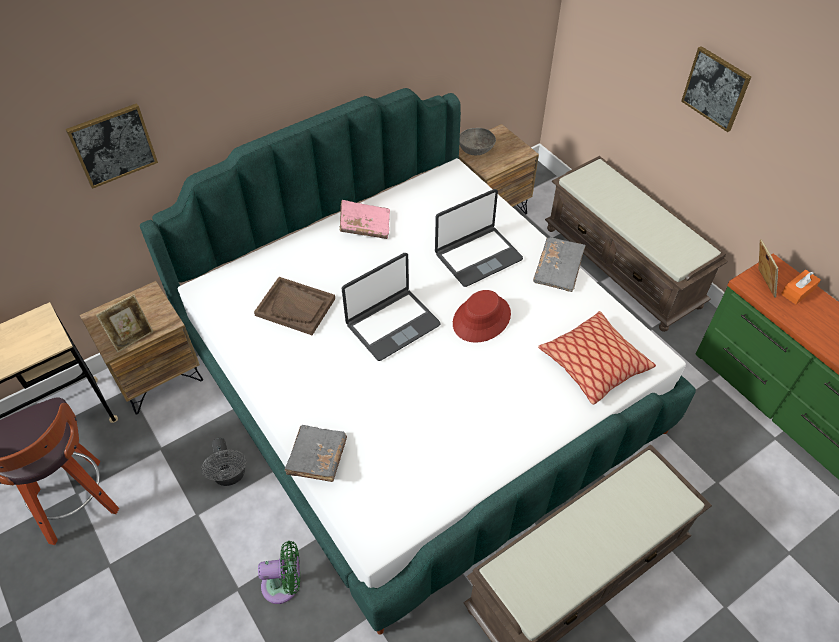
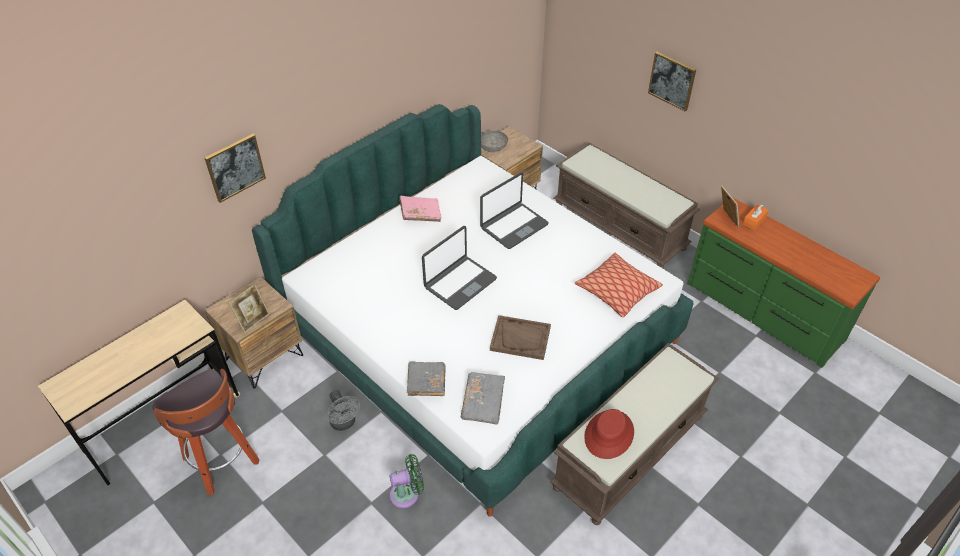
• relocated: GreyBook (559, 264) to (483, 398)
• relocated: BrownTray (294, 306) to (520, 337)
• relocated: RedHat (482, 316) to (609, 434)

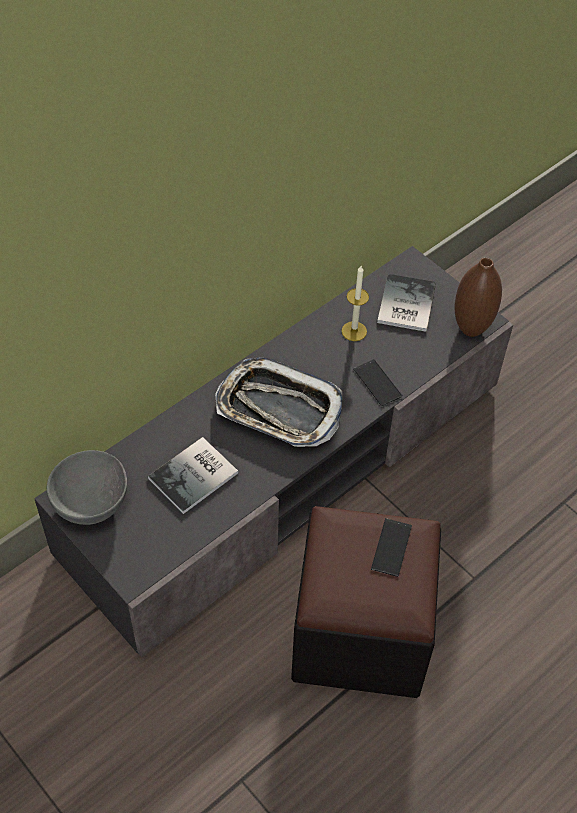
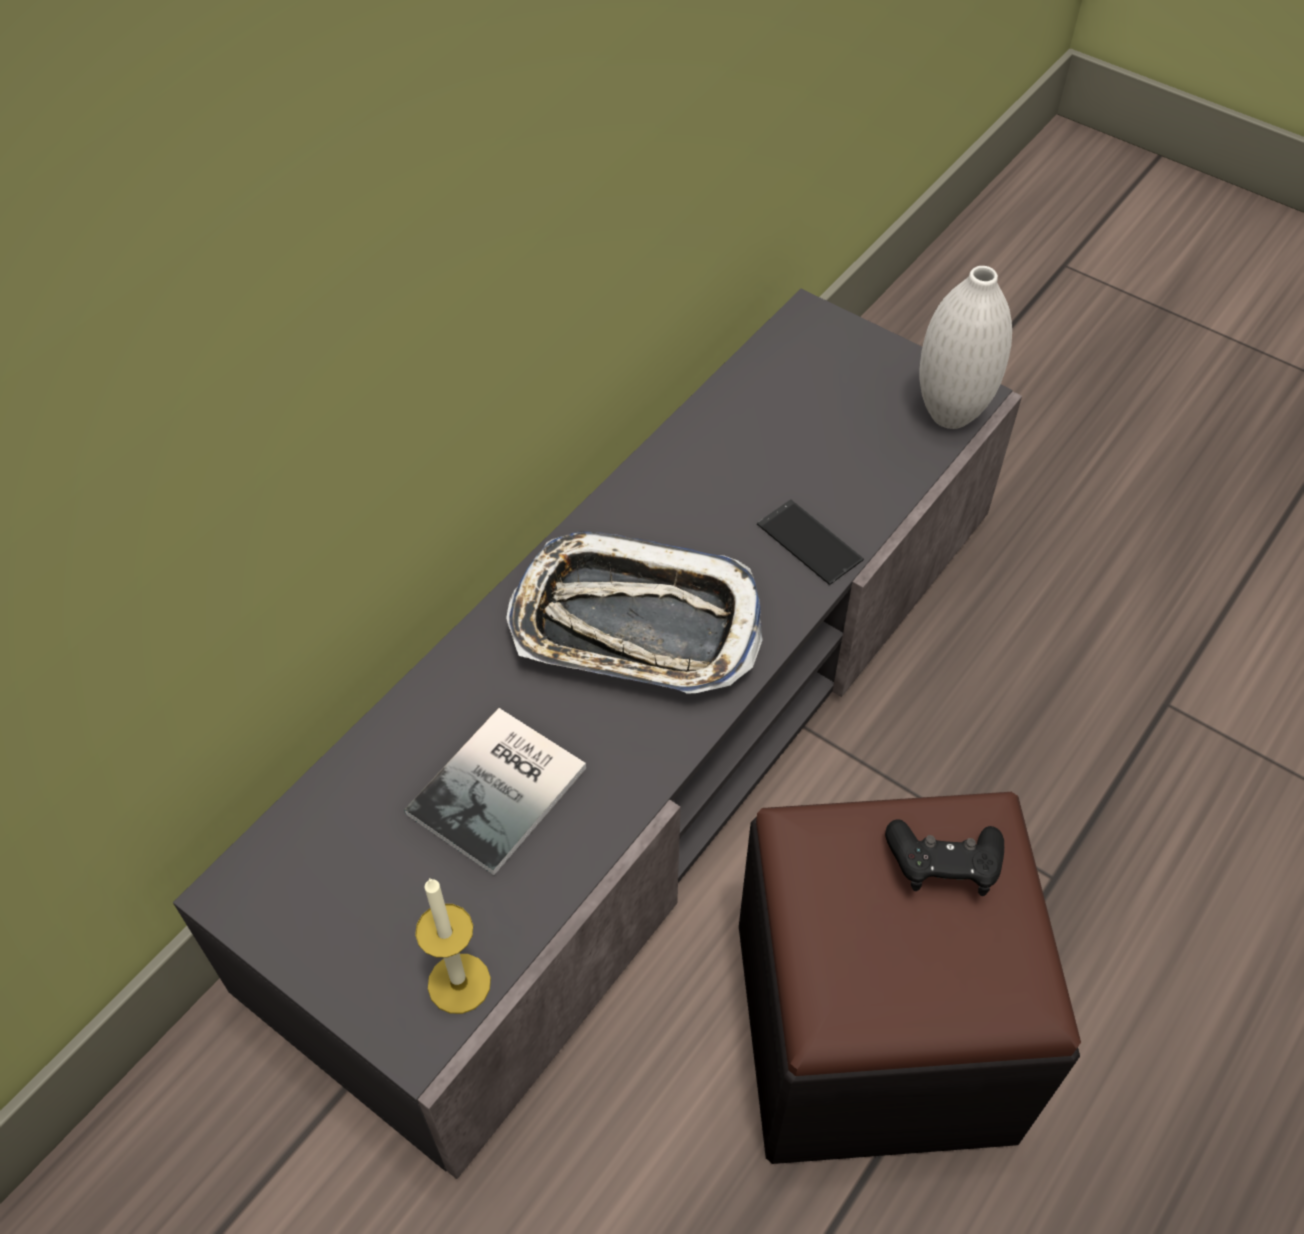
• colour: BrownVase (478, 297) to WhiteVase (966, 347)
• relocated: Candle (355, 303) to (453, 946)
• missing: Book (406, 303)
• missing: GreyBowl (87, 487)
• exchanged: Phone (391, 547) to BlackGameController (944, 857)

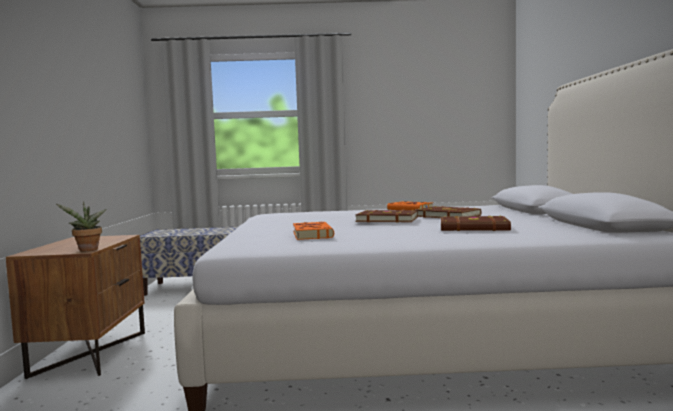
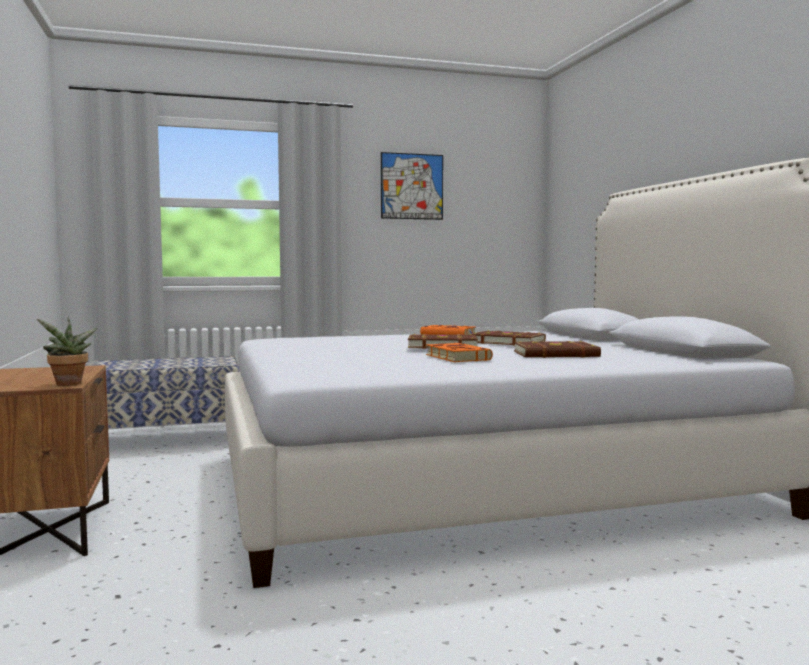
• relocated: OrangeBook (313, 231) to (459, 352)
• appeared: Picture (412, 186)

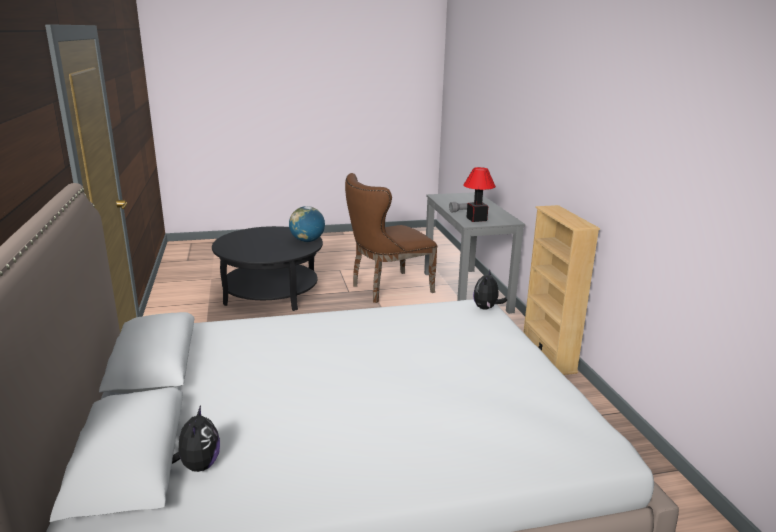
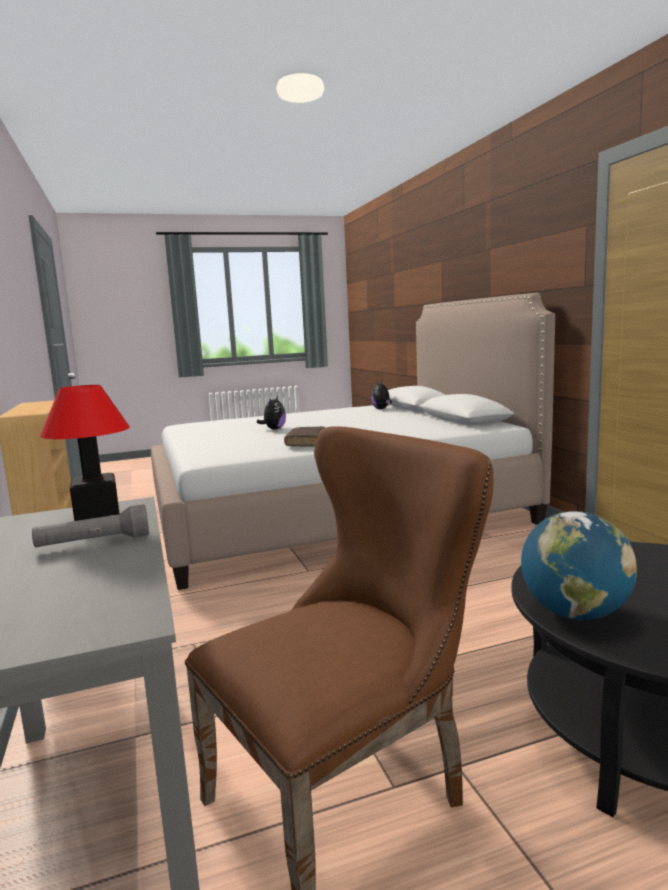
• relocated: PlushToy (490, 289) to (271, 412)
• appeared: BrownBook (304, 436)

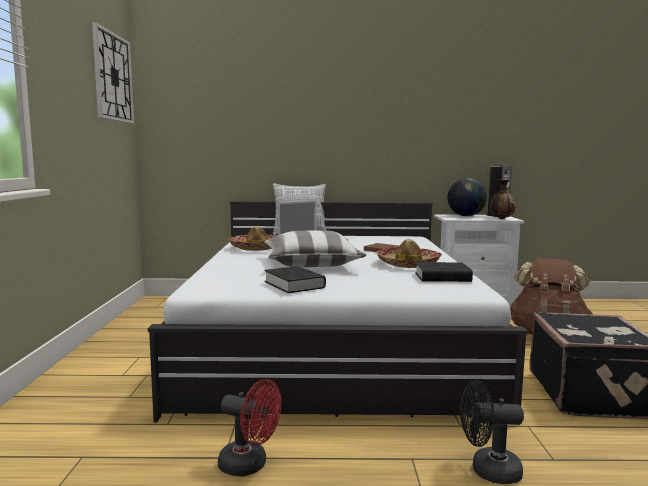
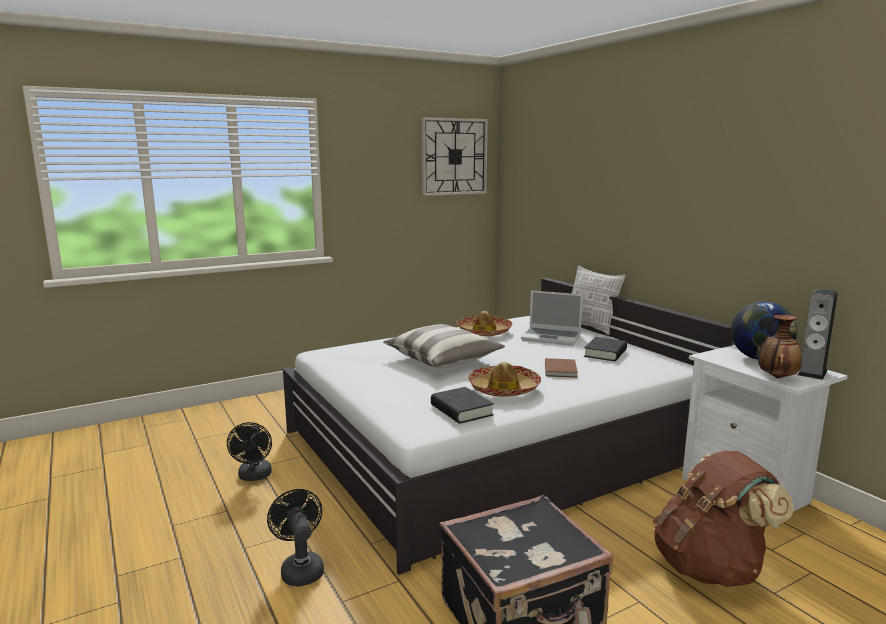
• relocated: BlackBook (295, 279) to (605, 349)
• colour: RedFan (249, 427) to BlackFan (249, 451)

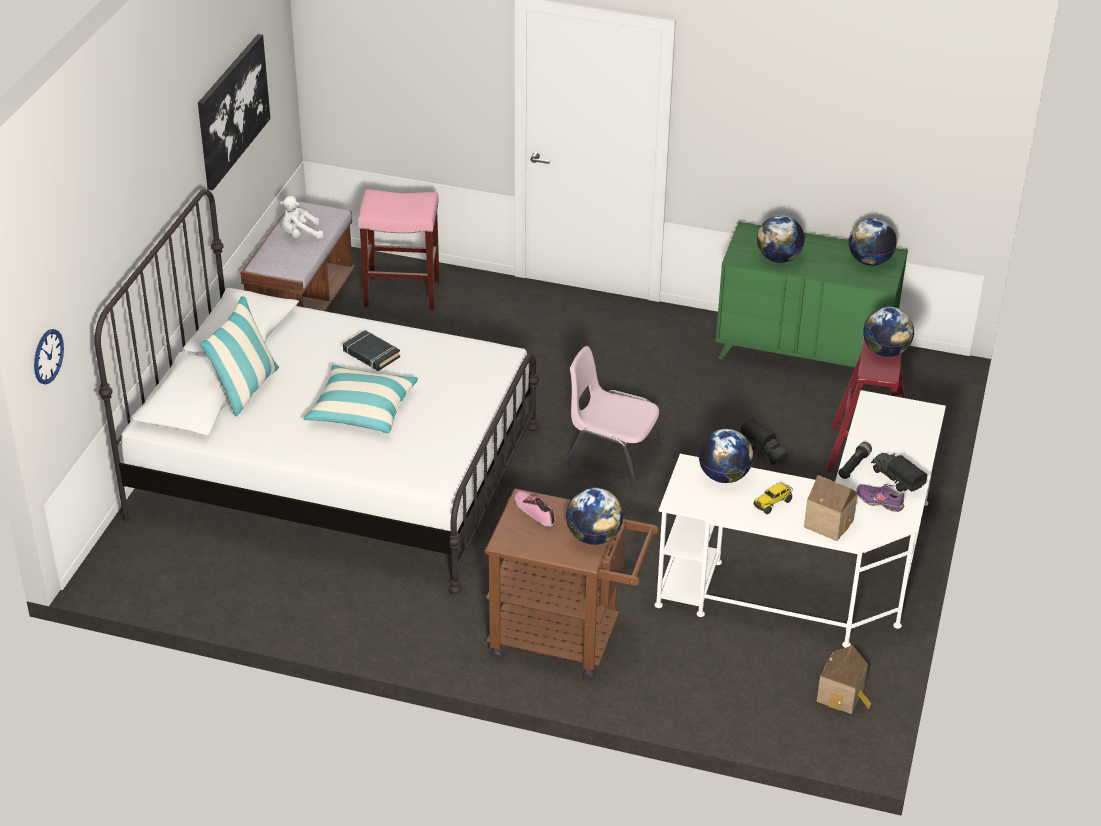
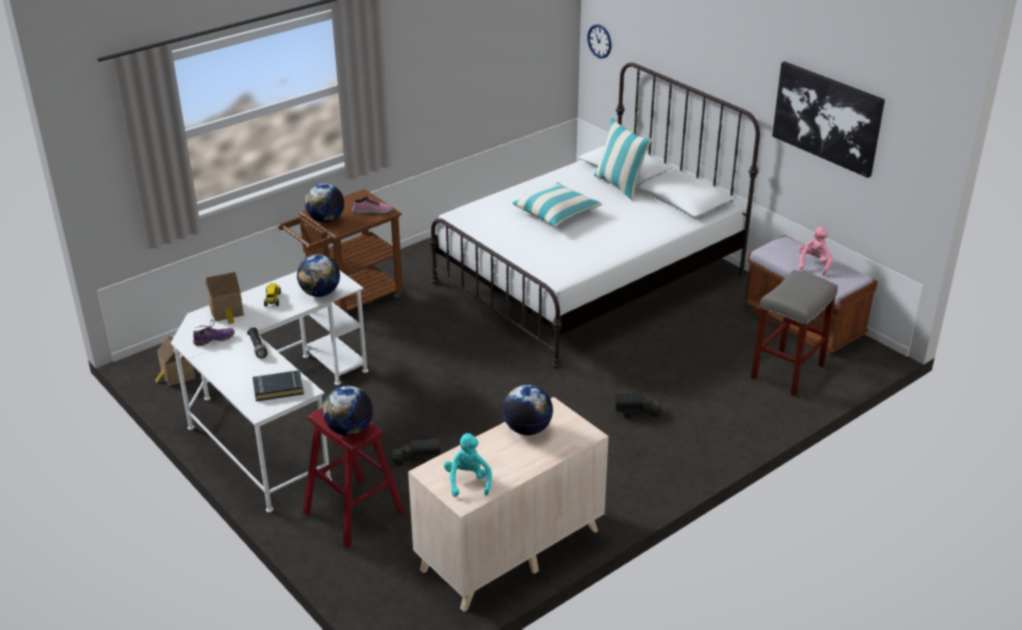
• colour: PinkStool (398, 249) to GreyStool (794, 333)
• colour: WhitePlushToy (301, 217) to PinkPlushToy (815, 251)
• exchanged: Globe (873, 242) to TurquoisePlushToy (468, 465)
• colour: GreenDresser (812, 305) to BeigeDresser (508, 504)
• relocated: BlackBook (371, 350) to (278, 385)
• missing: PinkChair (614, 415)
• relocated: ToyTruck (899, 472) to (637, 406)

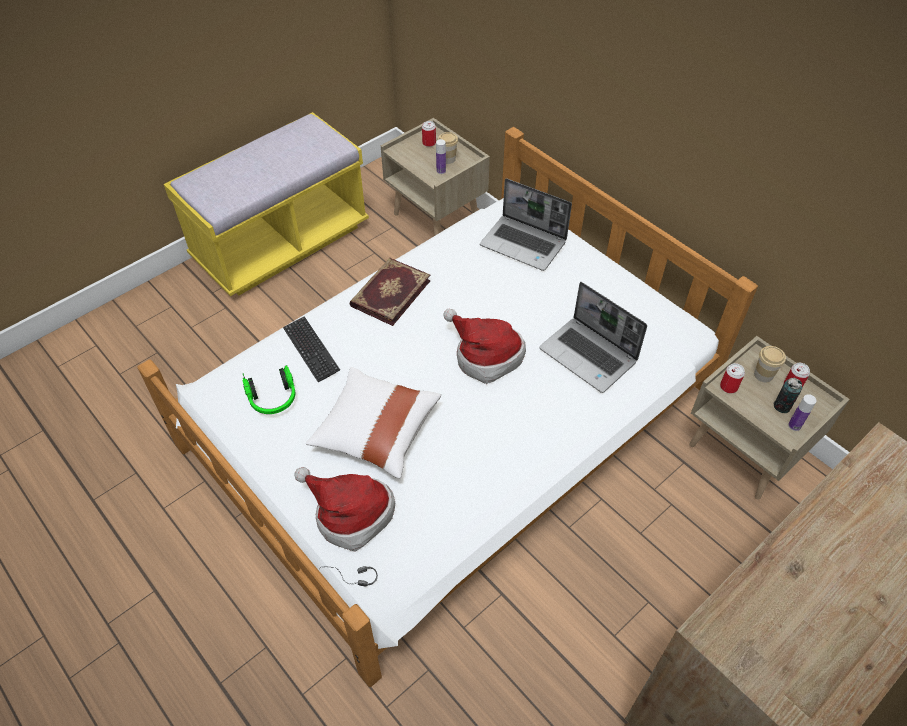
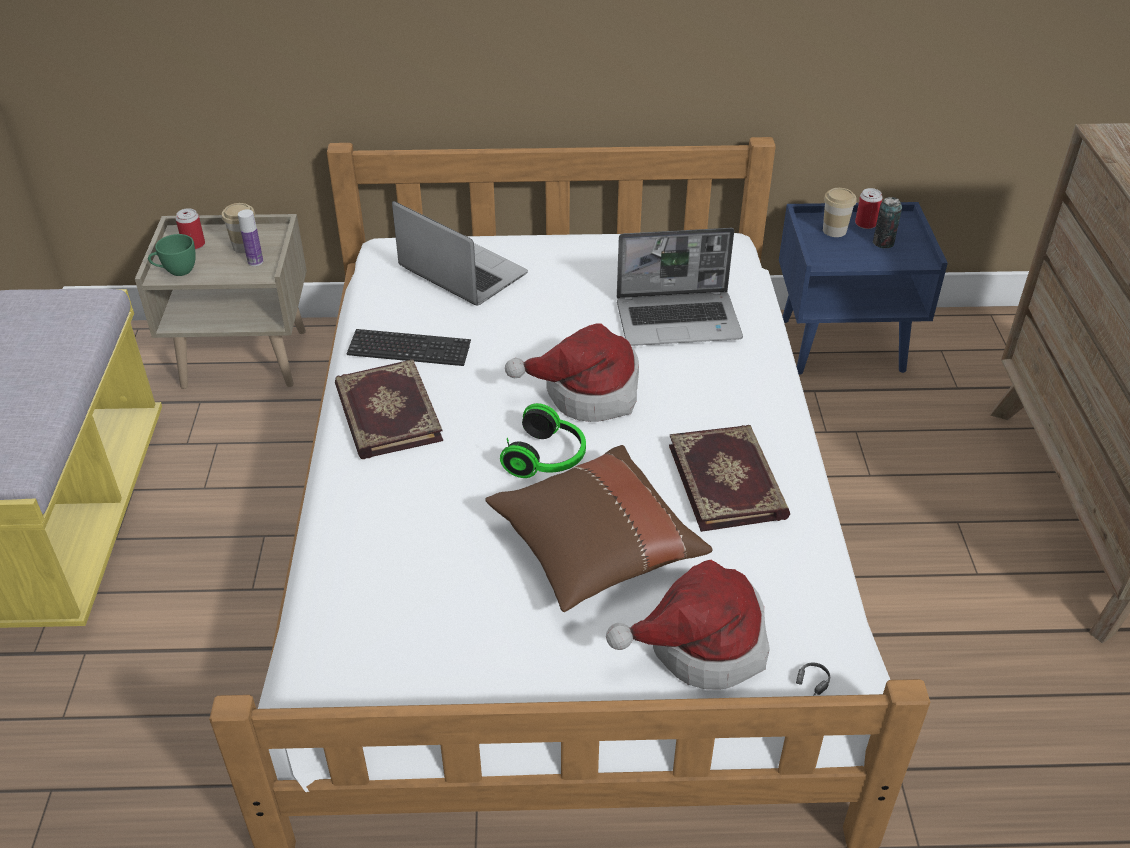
• spun: Laptop (526, 224) = (460, 253) 120 degrees counterclockwise
• relocated: Keyboard (311, 349) to (409, 347)
• colour: BeigeNightstand (769, 418) to BlueNightstand (863, 288)
• missing: Can (732, 378)
• relocated: Headphones (268, 389) to (543, 440)
• colour: WhitePillow (373, 423) to BrownPillow (599, 528)
• missing: Bottle (802, 412)
• appeared: GreenCup (172, 255)
• appeared: Book (729, 478)

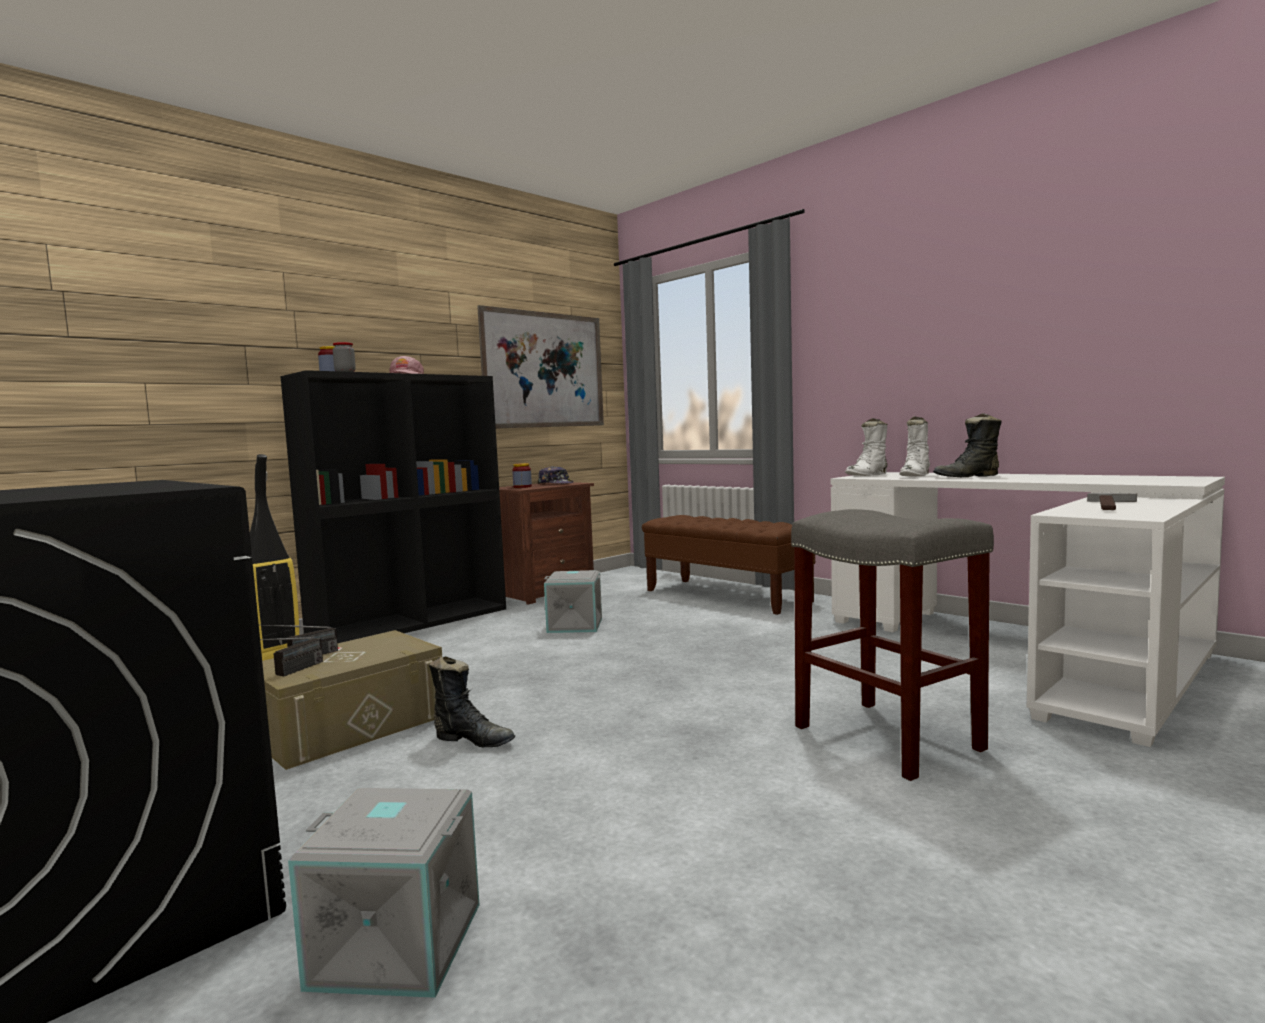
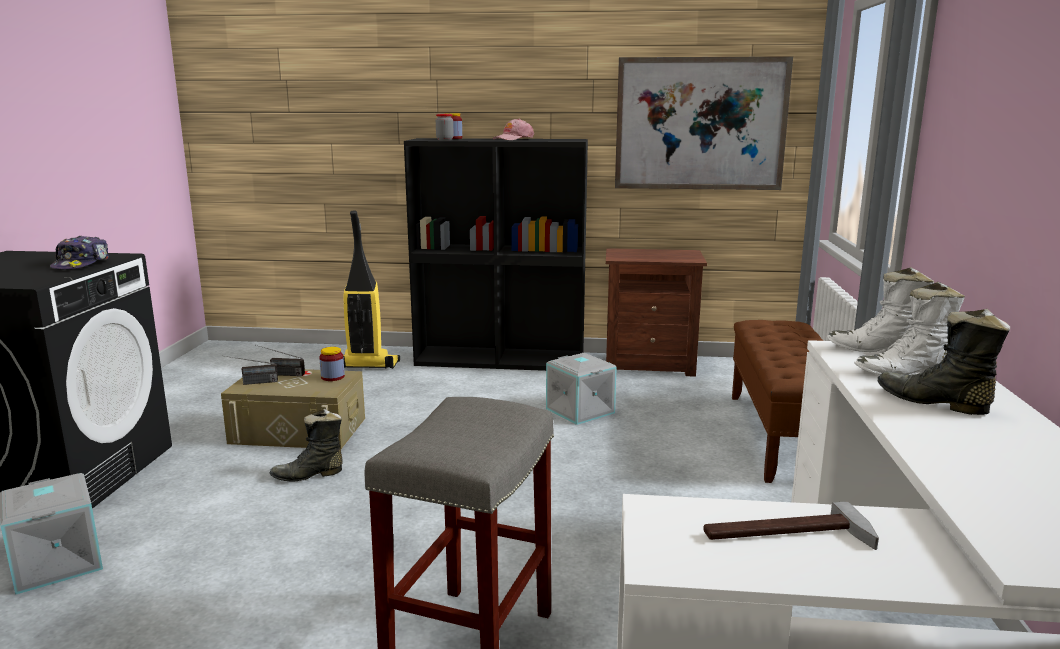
• relocated: Jar (522, 475) to (332, 364)
• relocated: Cap (555, 475) to (79, 252)
• spun: BlackBoot (471, 701) = (306, 445) 90 degrees clockwise

